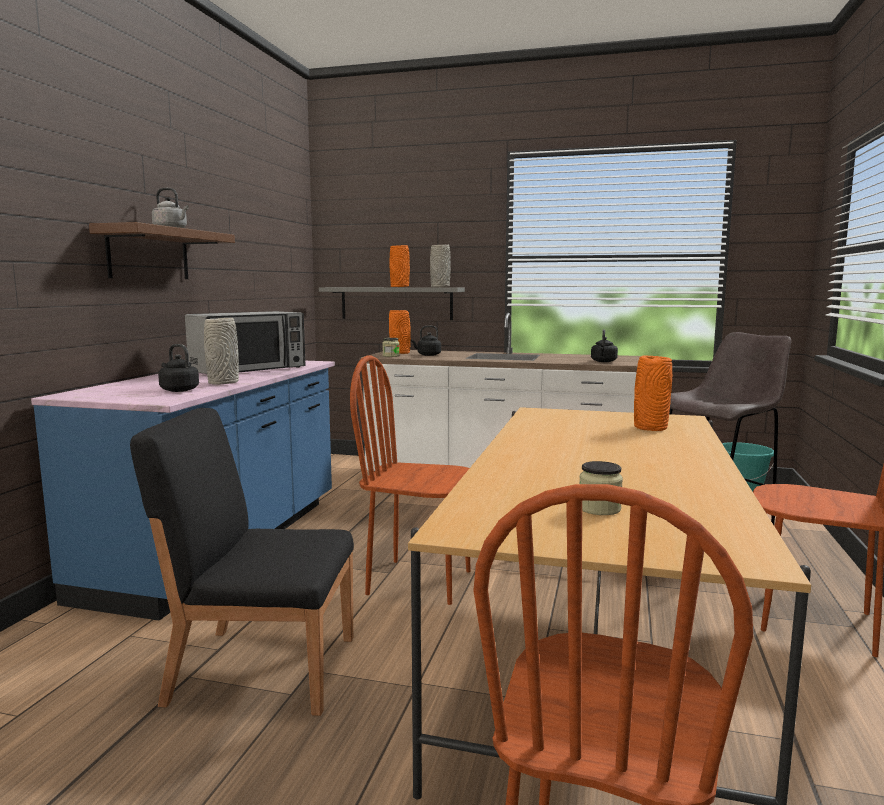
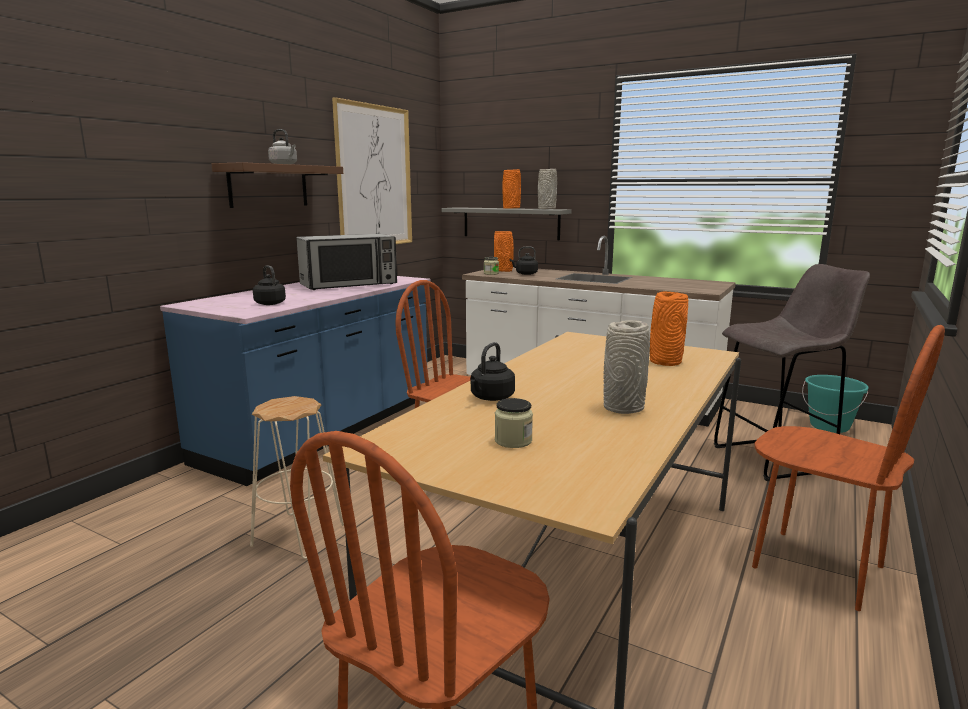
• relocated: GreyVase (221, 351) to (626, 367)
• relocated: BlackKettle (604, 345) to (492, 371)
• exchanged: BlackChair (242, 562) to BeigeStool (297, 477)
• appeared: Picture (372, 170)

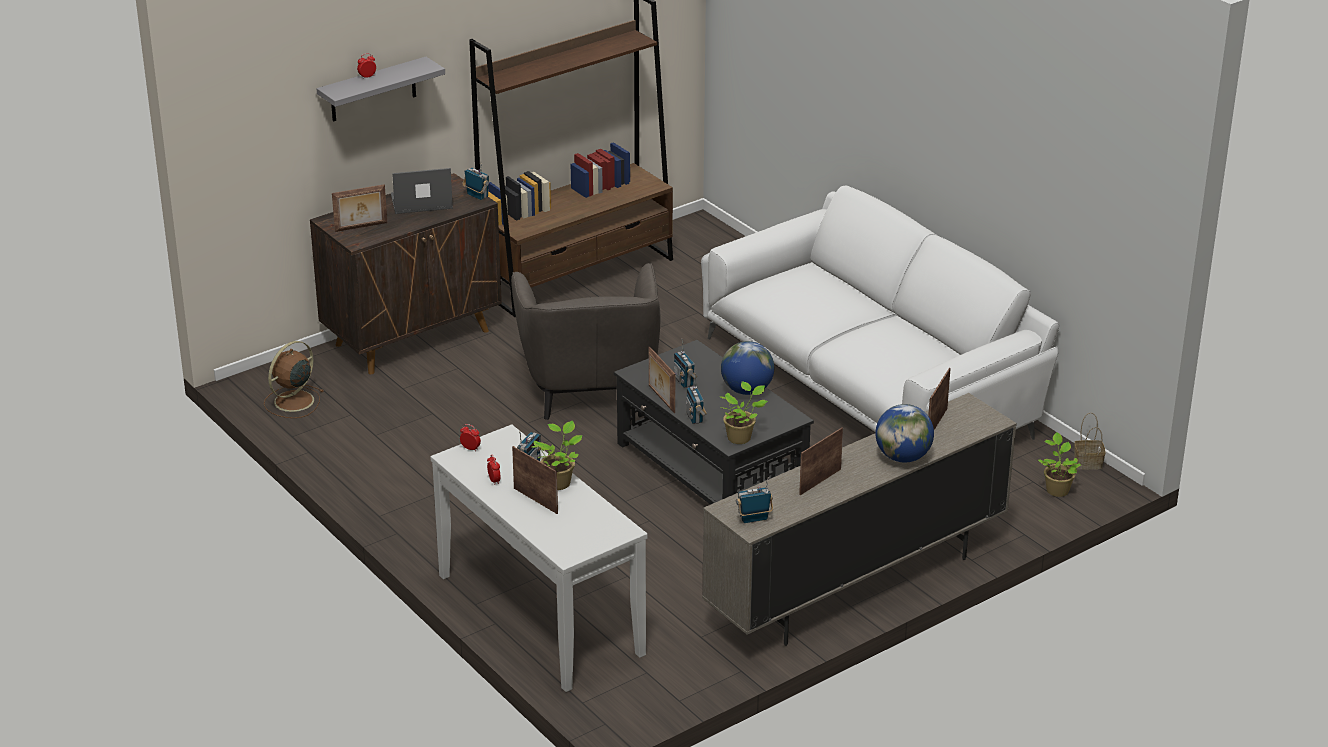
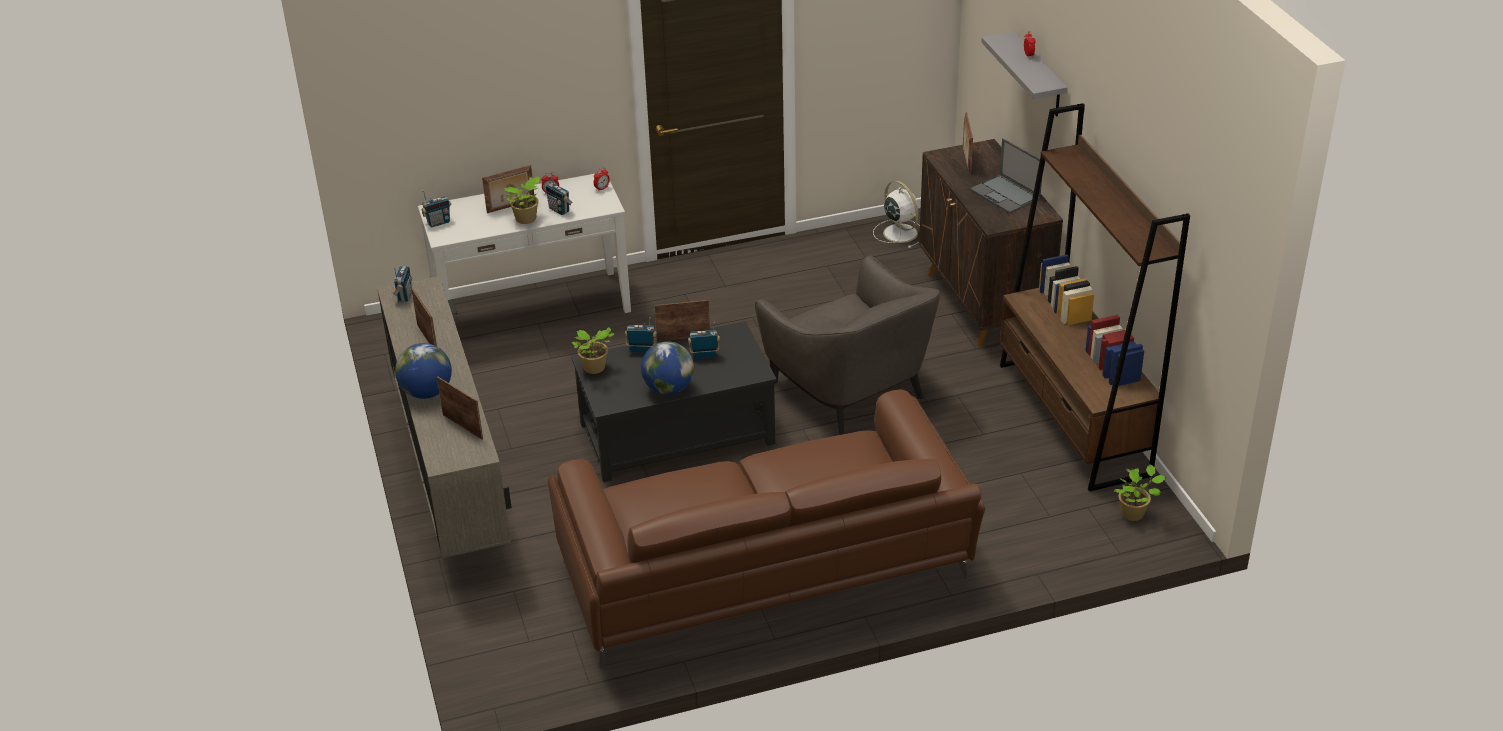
• relocated: Radio (475, 181) to (436, 208)
• spun: Laptop (422, 191) = (1006, 175) 135 degrees clockwise
• colour: WhiteSofa (880, 312) to BrownSofa (766, 529)
• spun: GreyArmchair (586, 341) = (847, 345) 135 degrees counterclockwise
• colour: BrownFan (293, 379) to WhiteFan (896, 214)
• missing: Basket (1089, 441)
• relocated: PottedPlant (1059, 464) to (1140, 492)

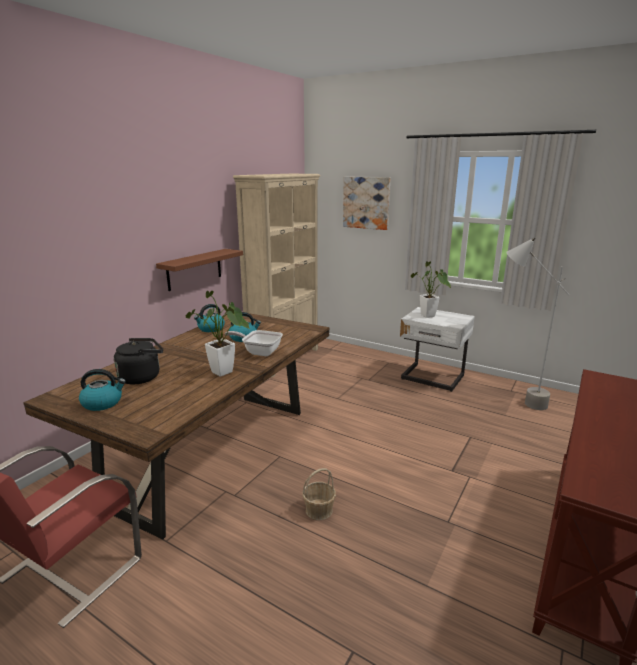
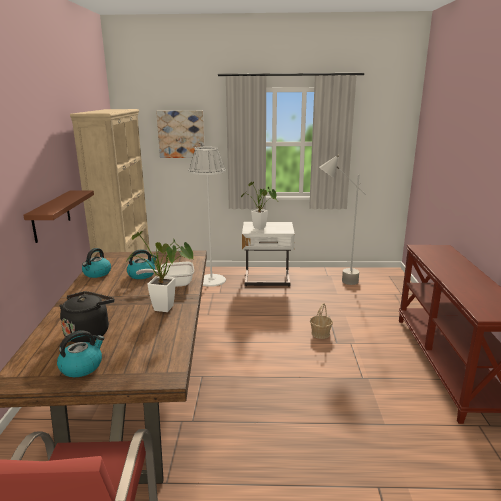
• relocated: Basket (319, 494) to (321, 321)
• appeared: WhiteFloorLamp (207, 216)

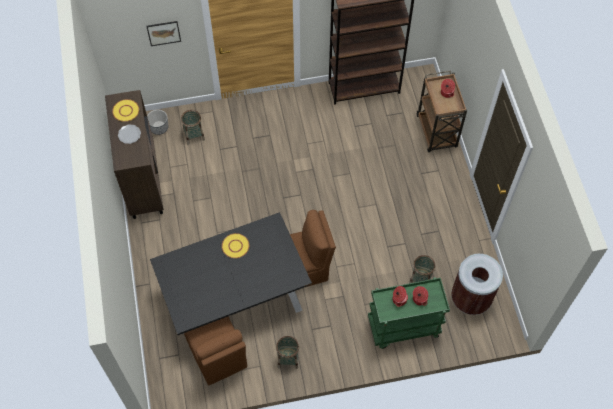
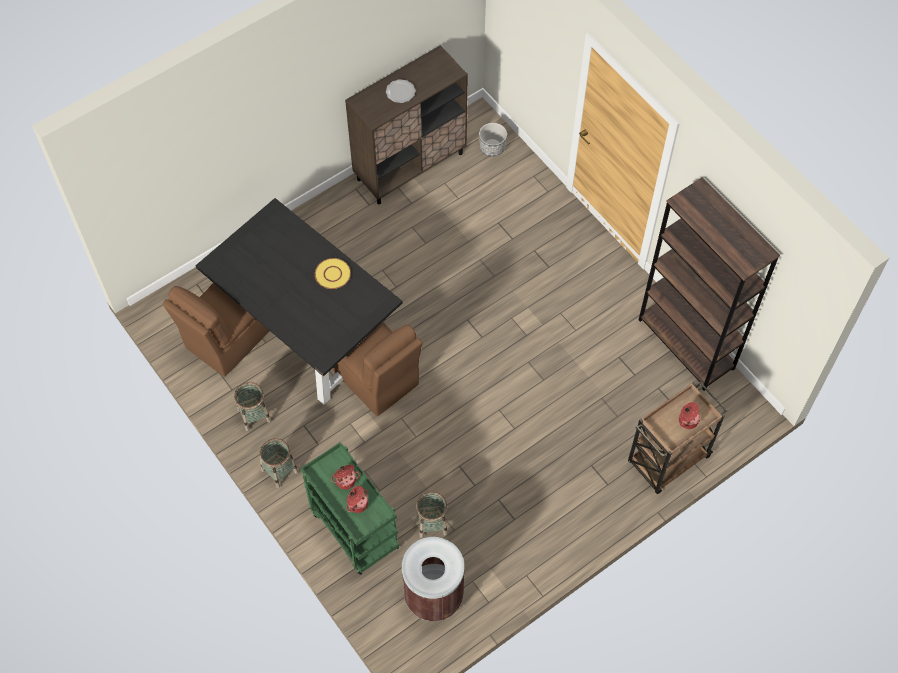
• missing: Picture (163, 33)
• missing: YellowPlate (125, 110)
• relocated: Basket (193, 127) to (278, 463)

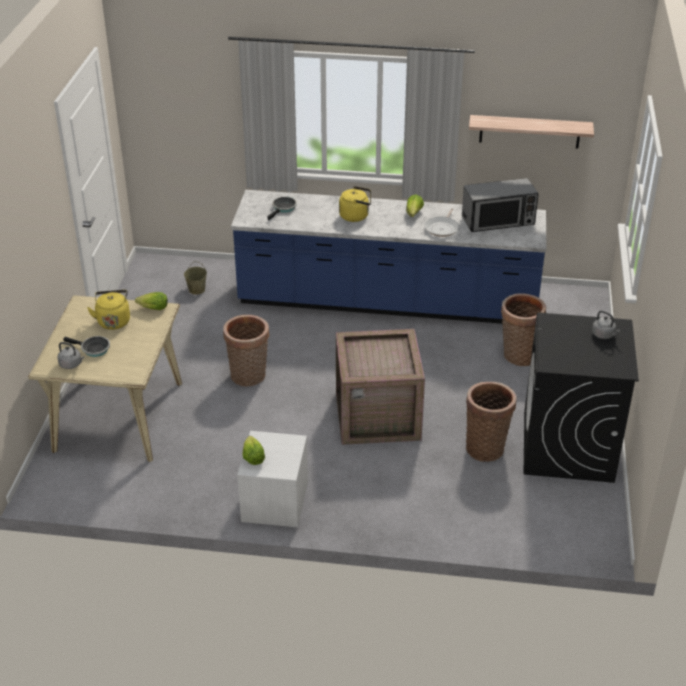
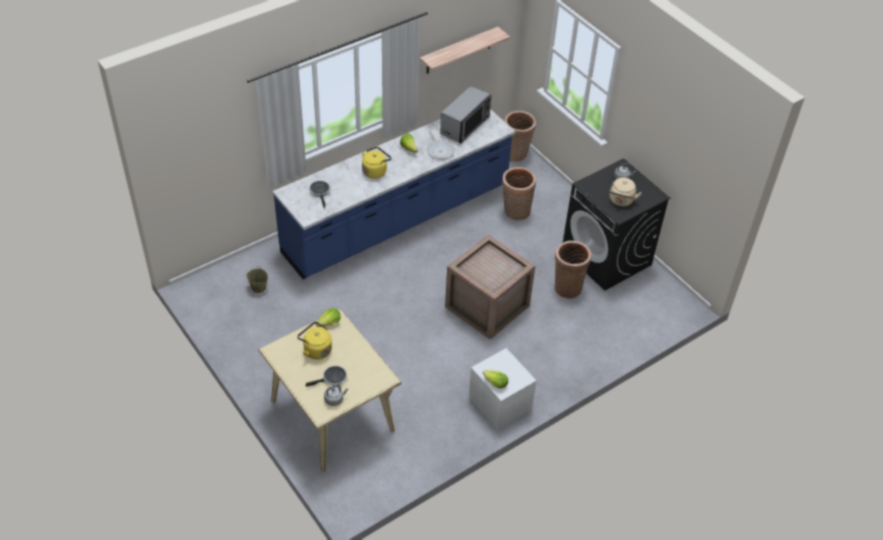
• relocated: Basket (246, 350) to (520, 136)
• appeared: BeigeKettle (626, 191)

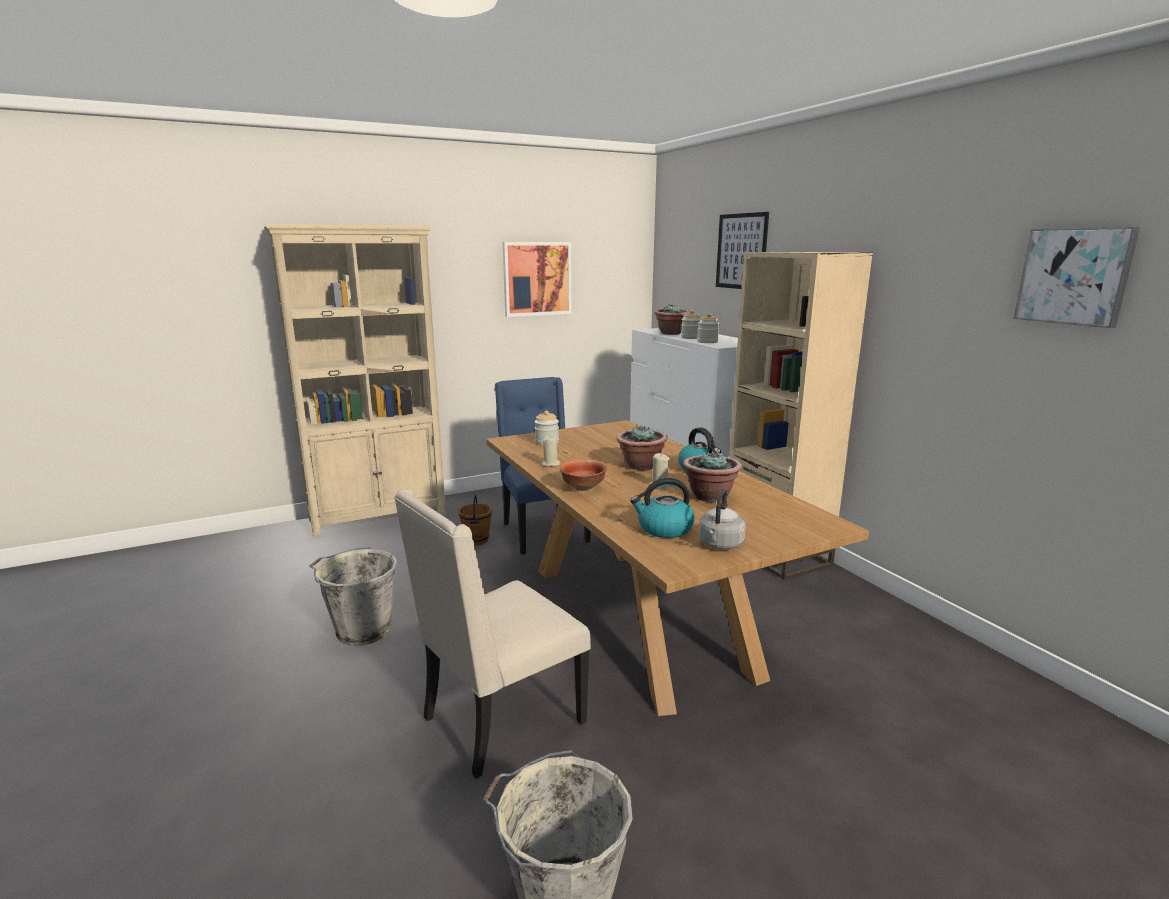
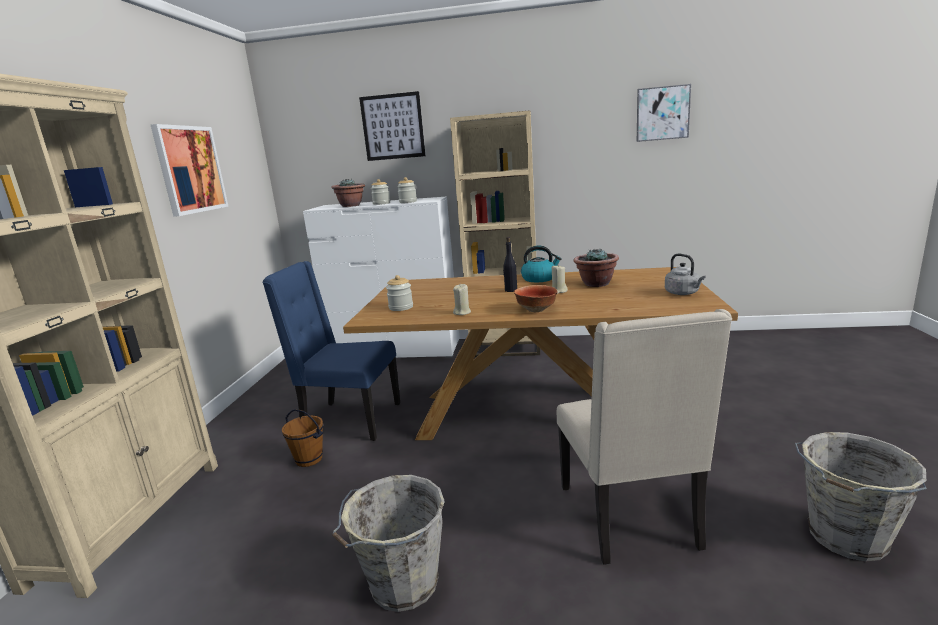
• exchanged: PottedPlant (642, 447) to BlackBottle (510, 264)
• missing: Kettle (662, 508)

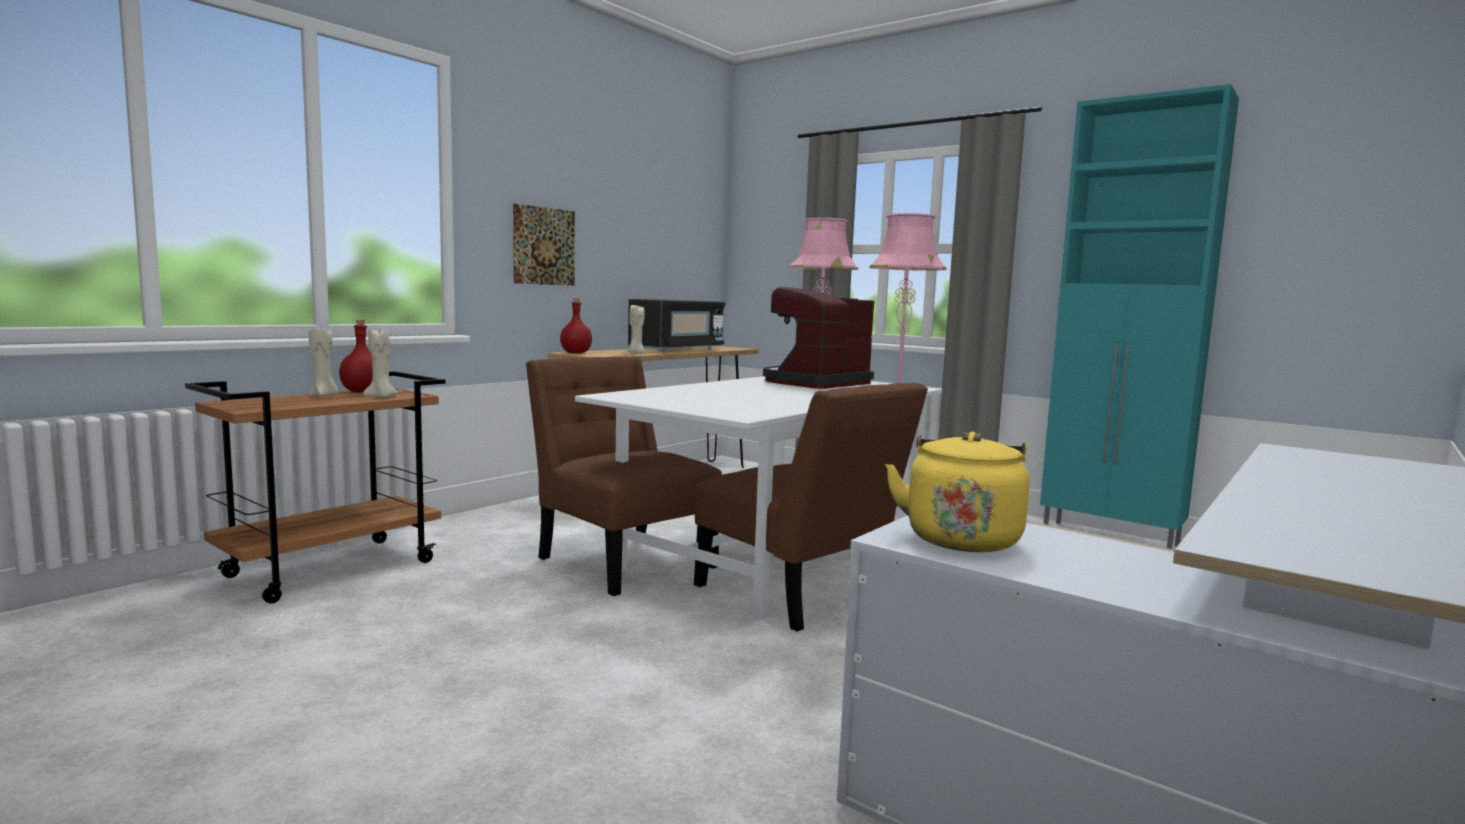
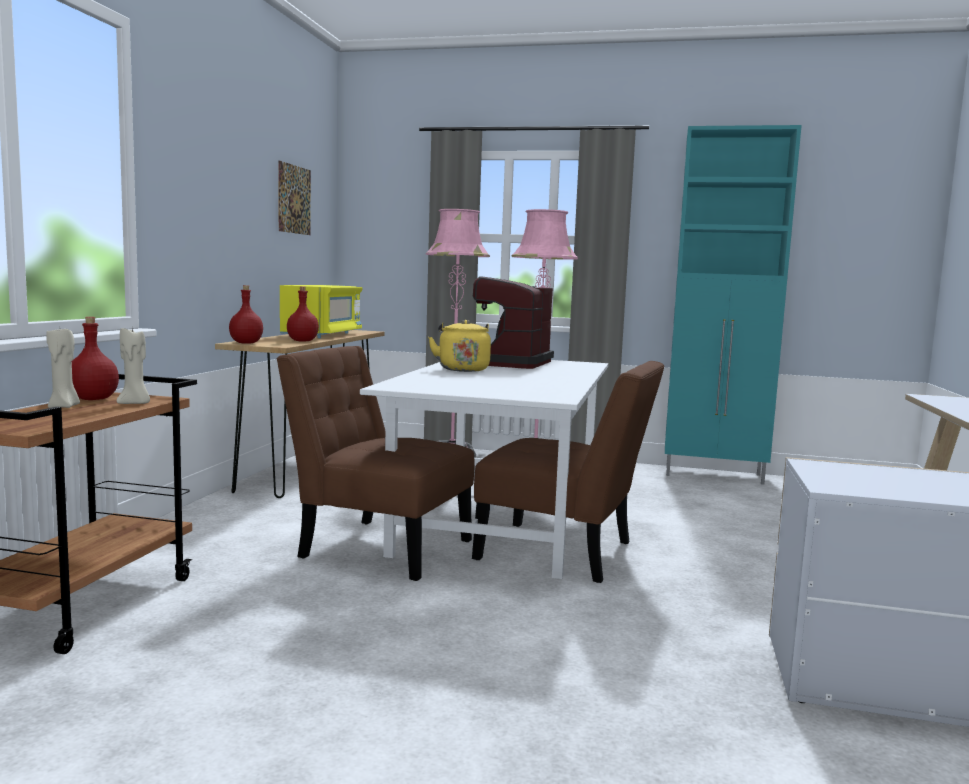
• relocated: Picture (544, 245) to (294, 198)
• colour: BlackMicrowave (676, 325) to YellowMicrowave (321, 311)
• exchanged: BeigeCandle (637, 329) to RedBottle (303, 314)
• relocated: YellowKettle (957, 492) to (459, 346)

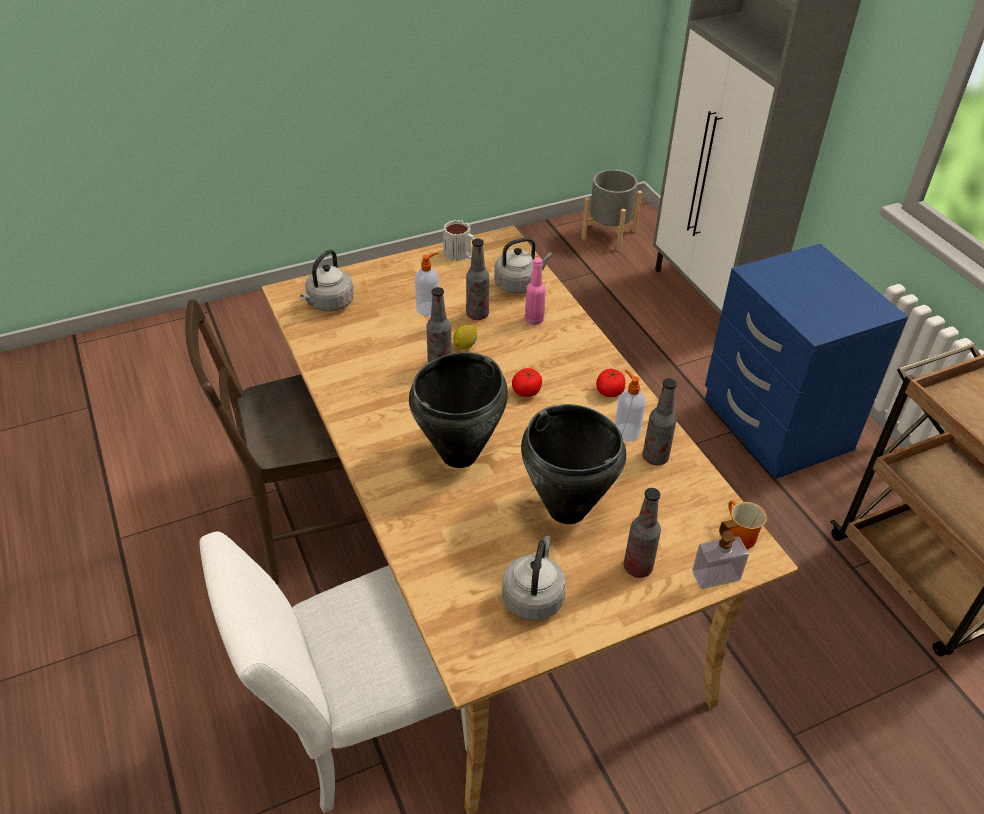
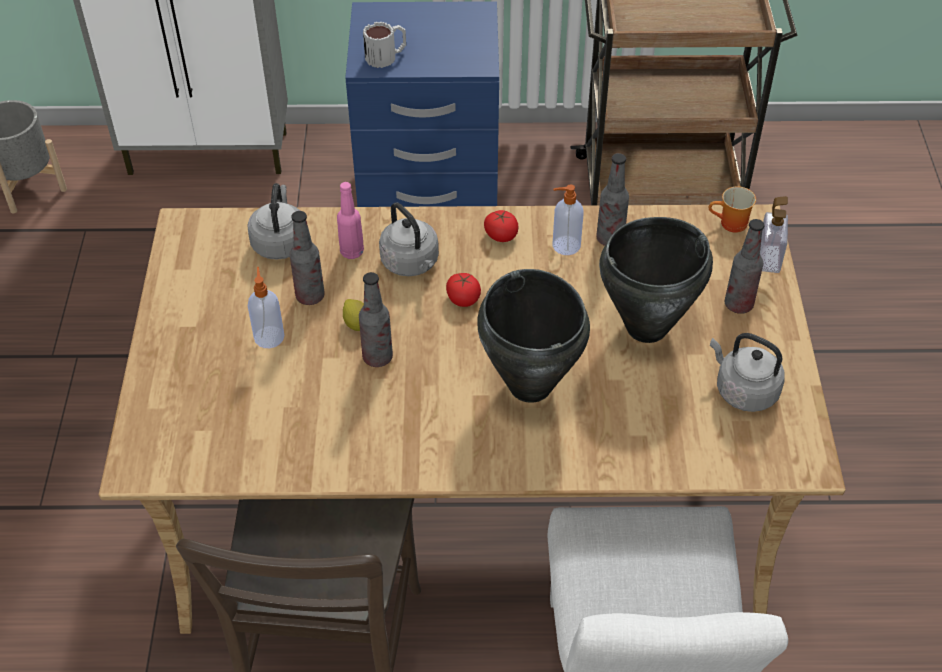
• relocated: Mug (459, 240) to (384, 45)
• relocated: GreyKettle (327, 280) to (409, 239)

